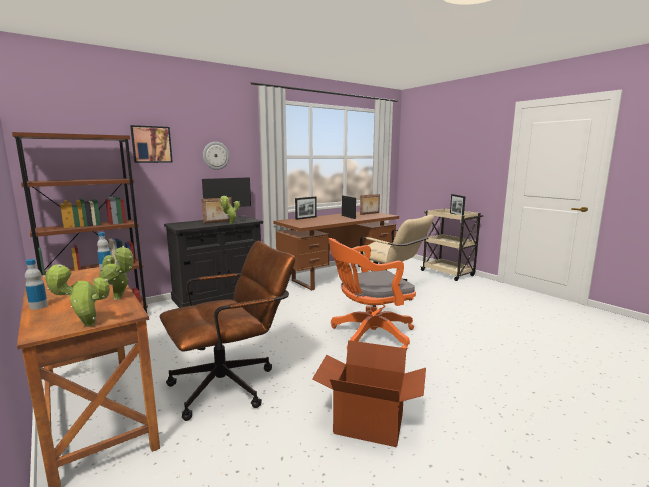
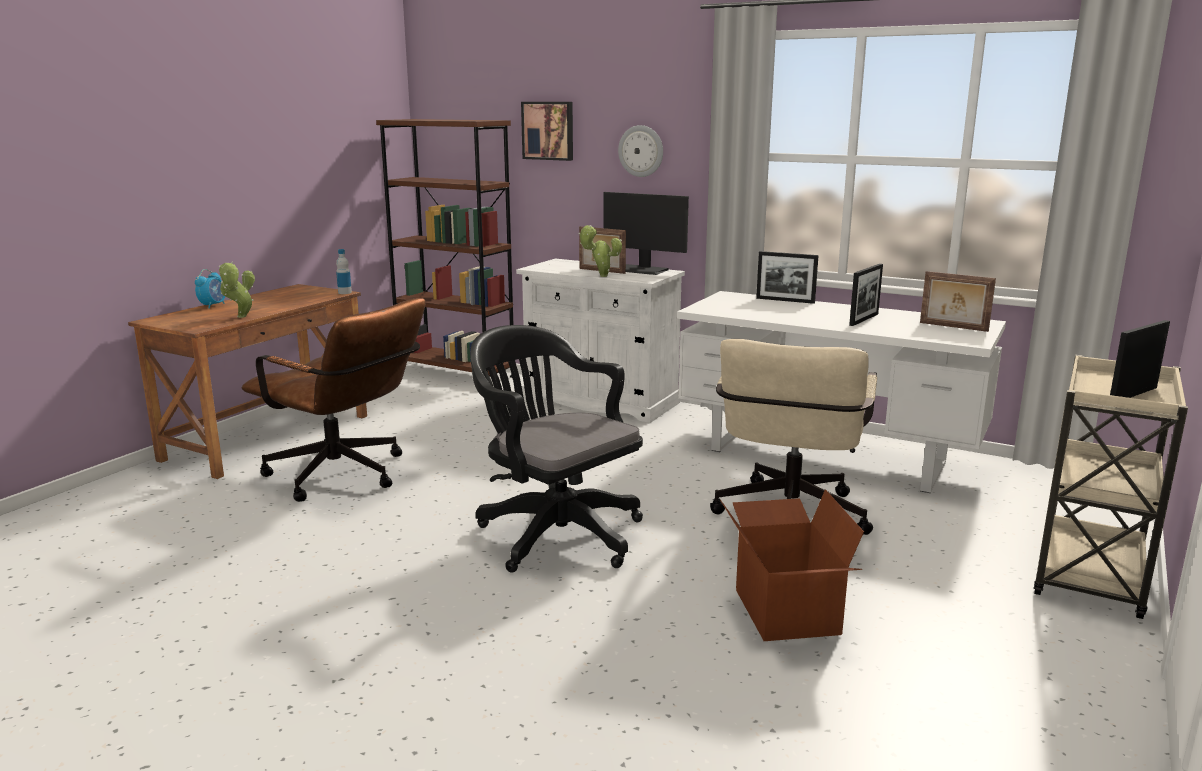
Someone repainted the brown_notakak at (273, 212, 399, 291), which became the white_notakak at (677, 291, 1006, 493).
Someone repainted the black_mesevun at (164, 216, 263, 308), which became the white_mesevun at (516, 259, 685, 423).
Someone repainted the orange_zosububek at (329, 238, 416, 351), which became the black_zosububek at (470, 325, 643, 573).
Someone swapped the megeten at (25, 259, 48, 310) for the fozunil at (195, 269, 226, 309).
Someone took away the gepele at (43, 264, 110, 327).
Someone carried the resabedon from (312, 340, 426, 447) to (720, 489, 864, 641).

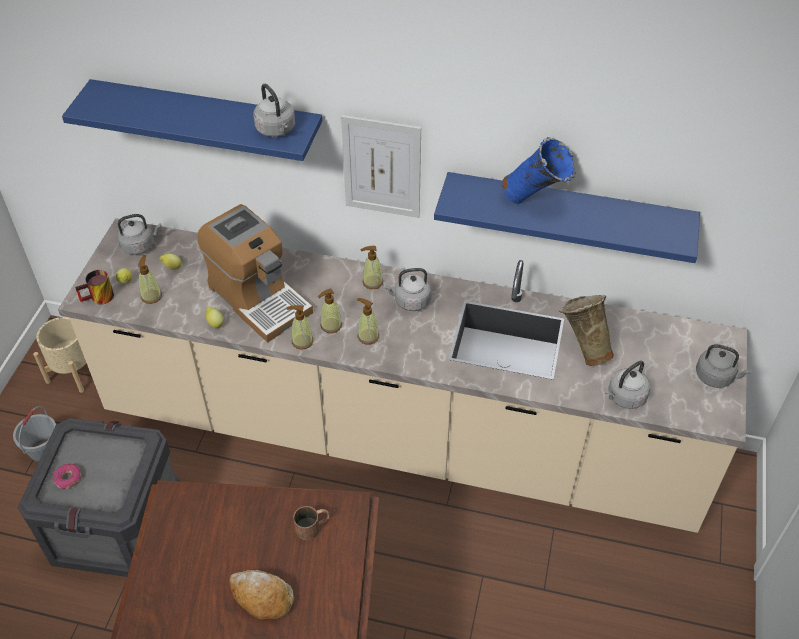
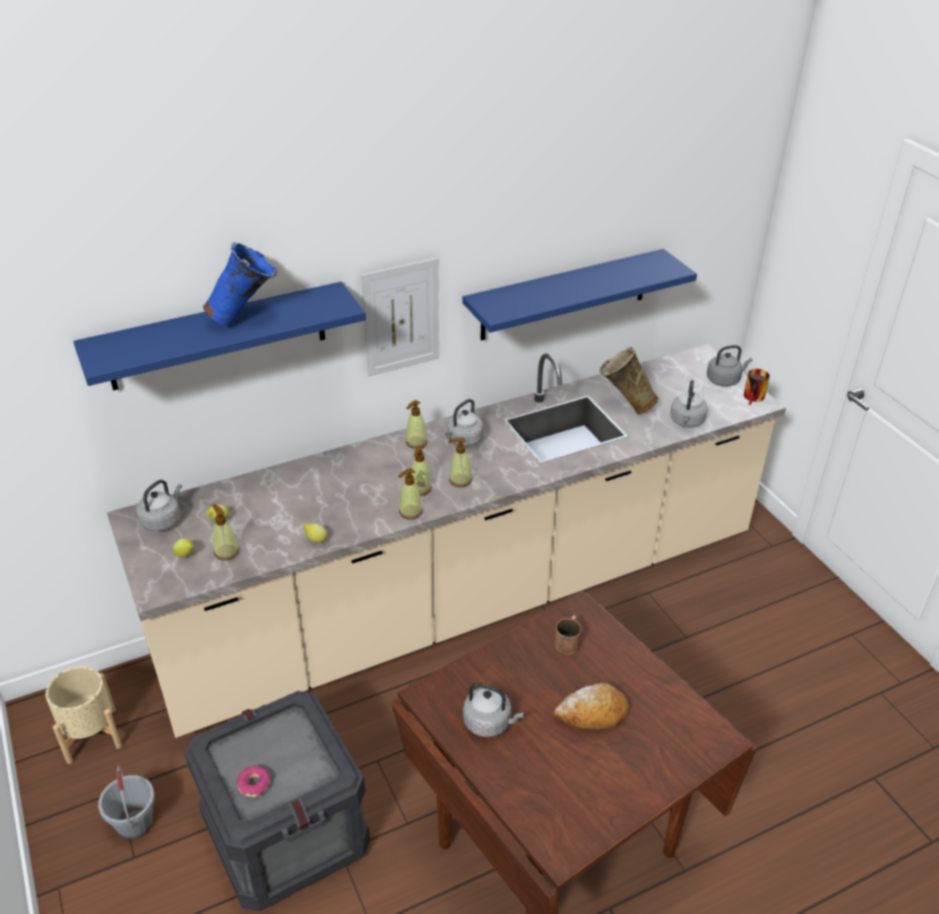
Someone carried the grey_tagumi from (254, 83, 295, 137) to (463, 683, 524, 737).
Someone carried the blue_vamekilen from (502, 137, 576, 204) to (203, 242, 277, 327).
Someone took away the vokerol at (197, 204, 313, 343).
Someone carried the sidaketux from (75, 270, 114, 304) to (744, 369, 770, 405).

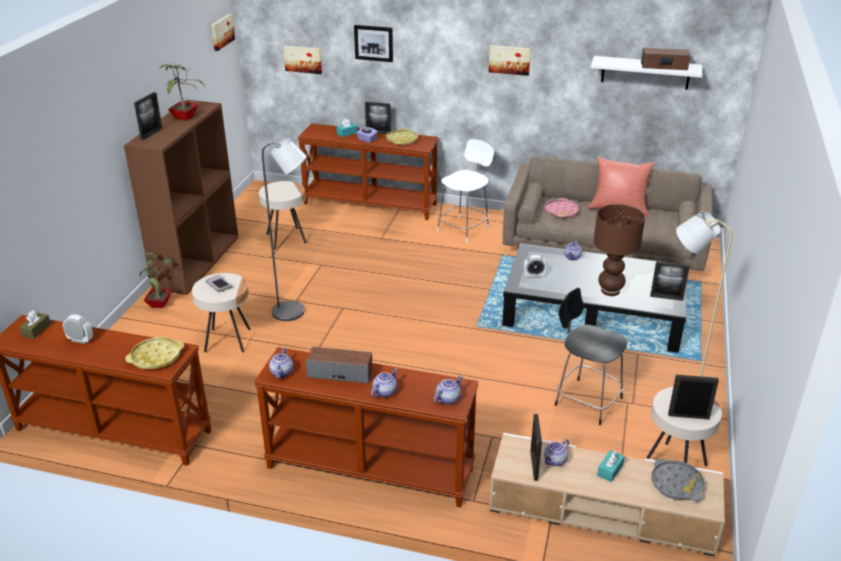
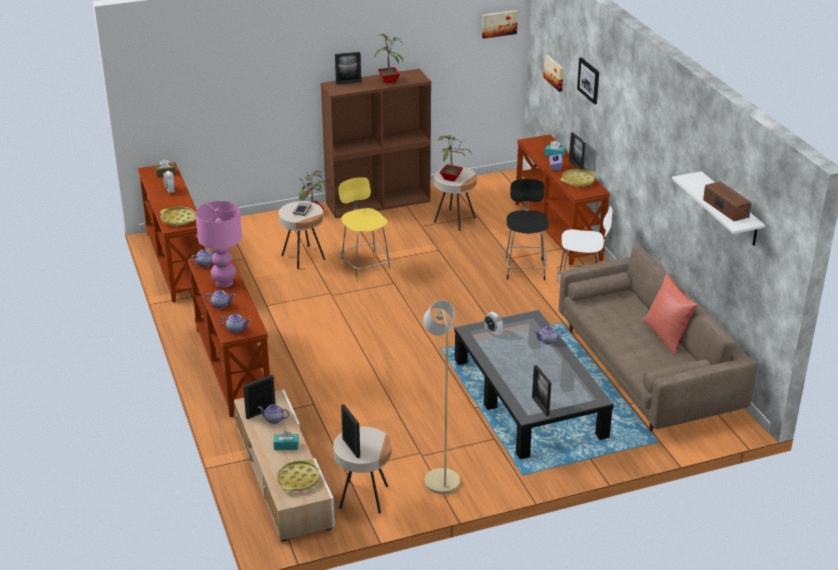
Someone took away the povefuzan at (489, 45, 531, 76).
Someone swapped the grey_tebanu at (262, 138, 307, 321) for the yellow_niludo at (338, 177, 391, 282).
Someone took away the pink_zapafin at (545, 198, 579, 218).
Someone took away the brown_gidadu at (594, 204, 645, 296).
Someone carried the black_niludo from (555, 288, 627, 425) to (504, 179, 549, 280).
Someone swapped the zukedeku at (306, 347, 373, 384) for the pink_gidadu at (195, 201, 242, 288).
Someone repainted the grey_zapafin at (652, 459, 705, 501), which became the yellow_zapafin at (277, 459, 320, 491).
Someone put down the gepele at (437, 135, 472, 182).

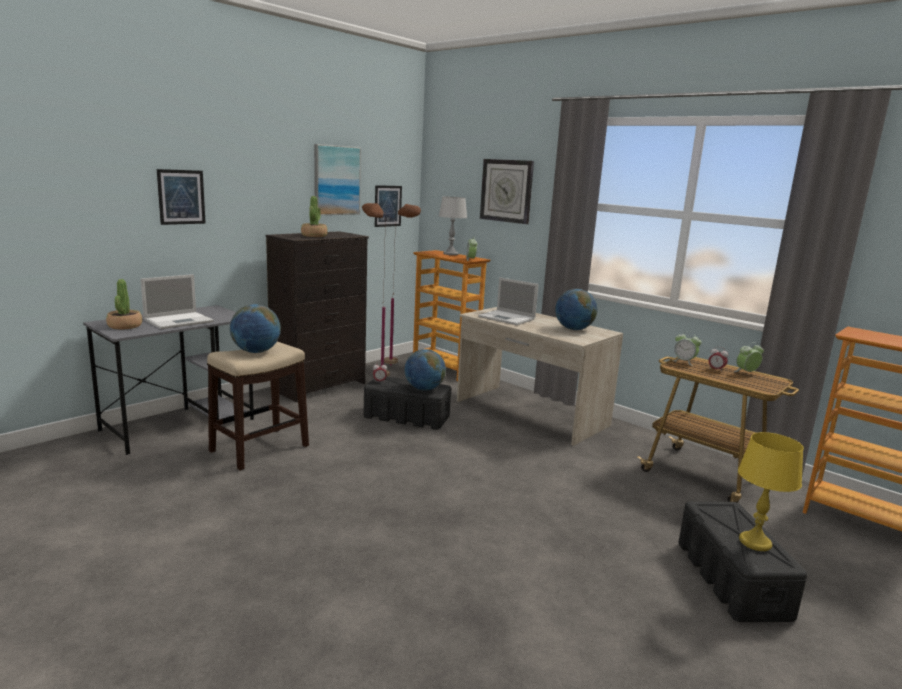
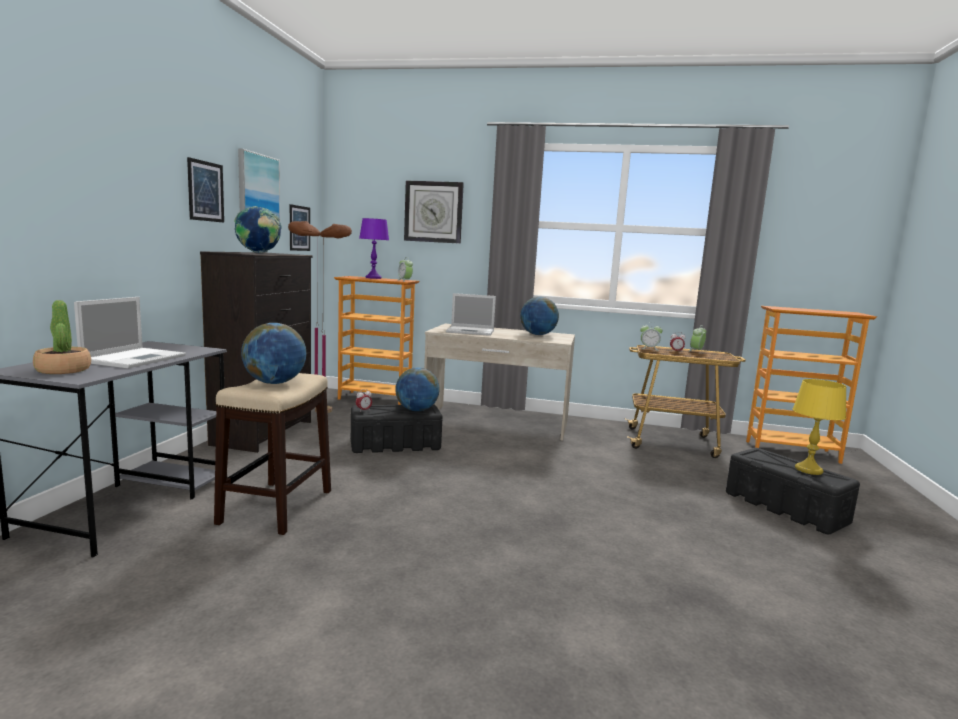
Someone carried the povefuzan from (157, 169, 206, 225) to (187, 157, 224, 222).
Someone swapped the gepele at (301, 196, 328, 237) for the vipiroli at (234, 206, 282, 253).
Someone repainted the grey_gidadu at (439, 197, 467, 255), which became the purple_gidadu at (359, 218, 389, 279).

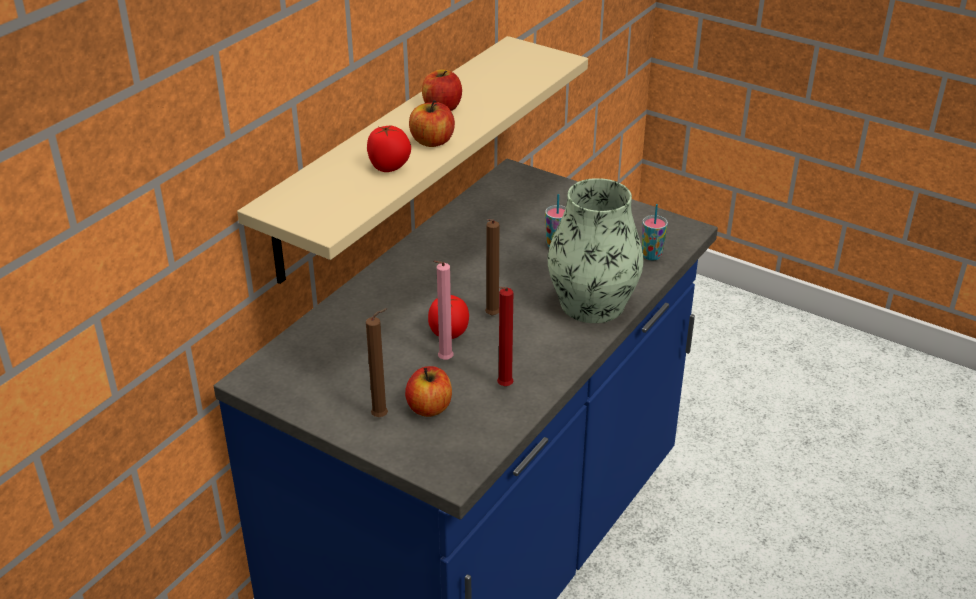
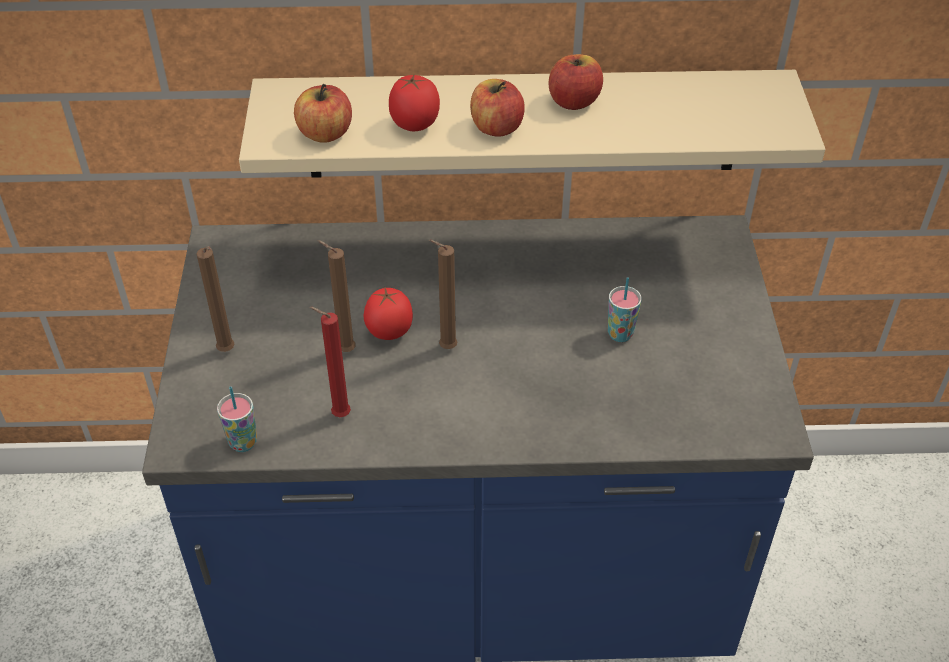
Someone took away the vamekilen at (547, 178, 644, 323).
Someone carried the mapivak from (642, 204, 668, 260) to (217, 386, 257, 452).
Someone repainted the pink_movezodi at (434, 261, 453, 360), which became the brown_movezodi at (317, 240, 356, 352).
Someone carried the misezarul from (405, 366, 452, 417) to (294, 84, 352, 143).

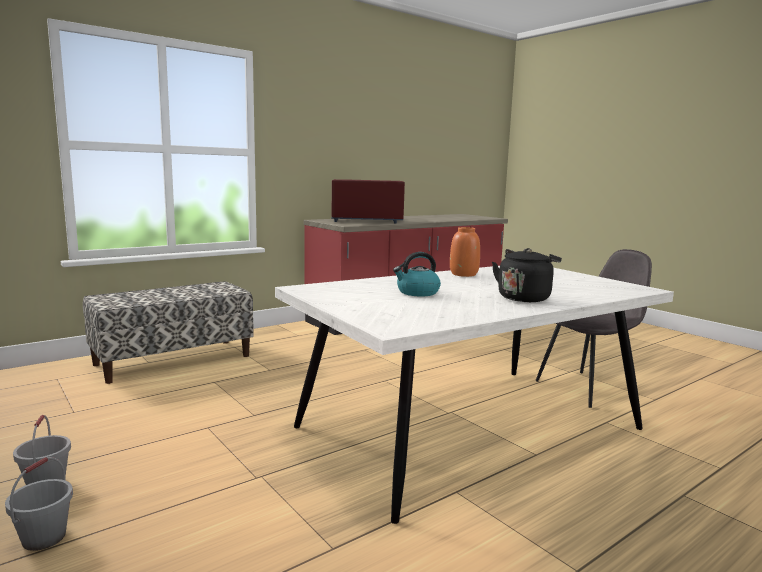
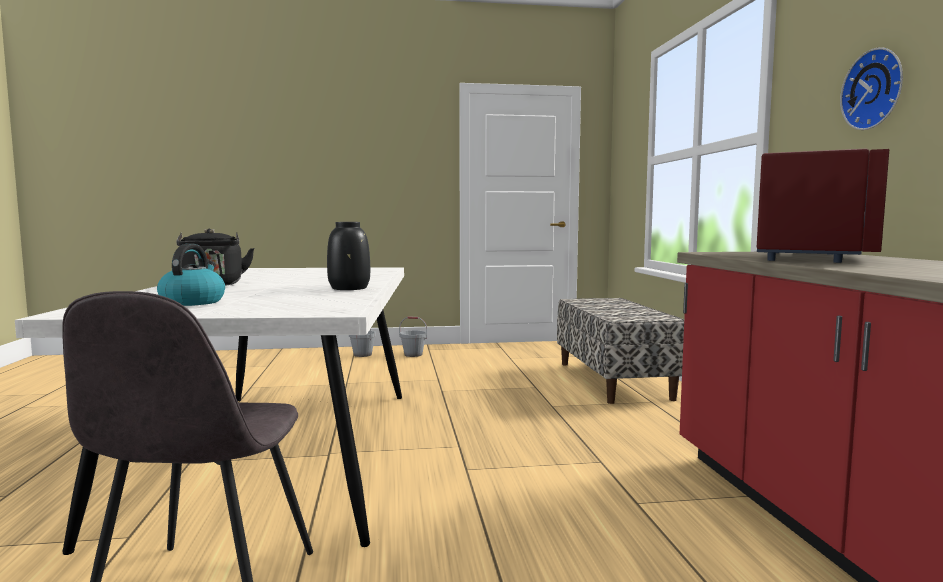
Someone repainted the orange_vamekilen at (450, 227, 480, 277), which became the black_vamekilen at (327, 222, 370, 290).
Someone carried the tagumi from (393, 252, 441, 296) to (157, 243, 225, 306).
Someone put up the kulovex at (840, 47, 903, 130).

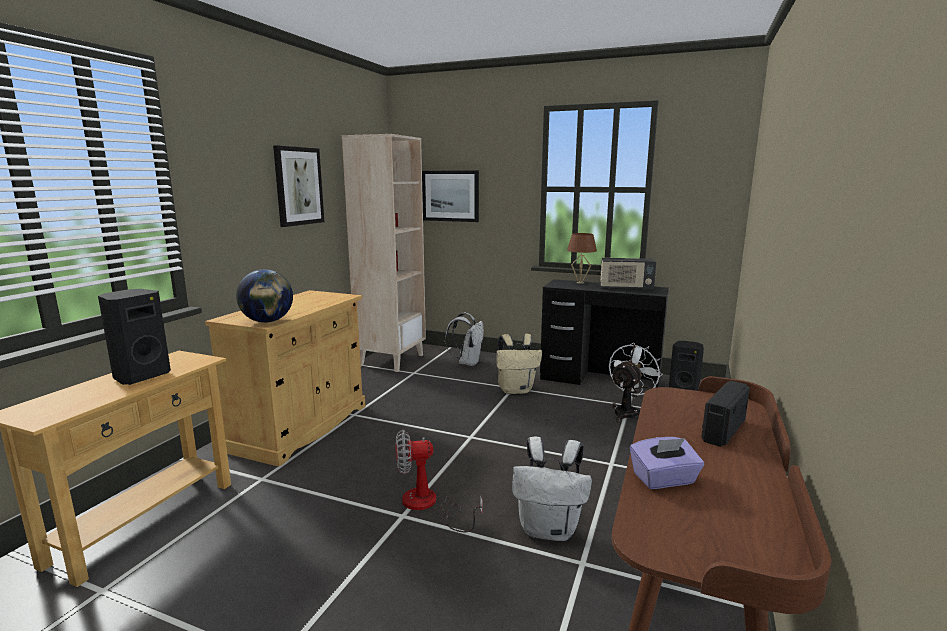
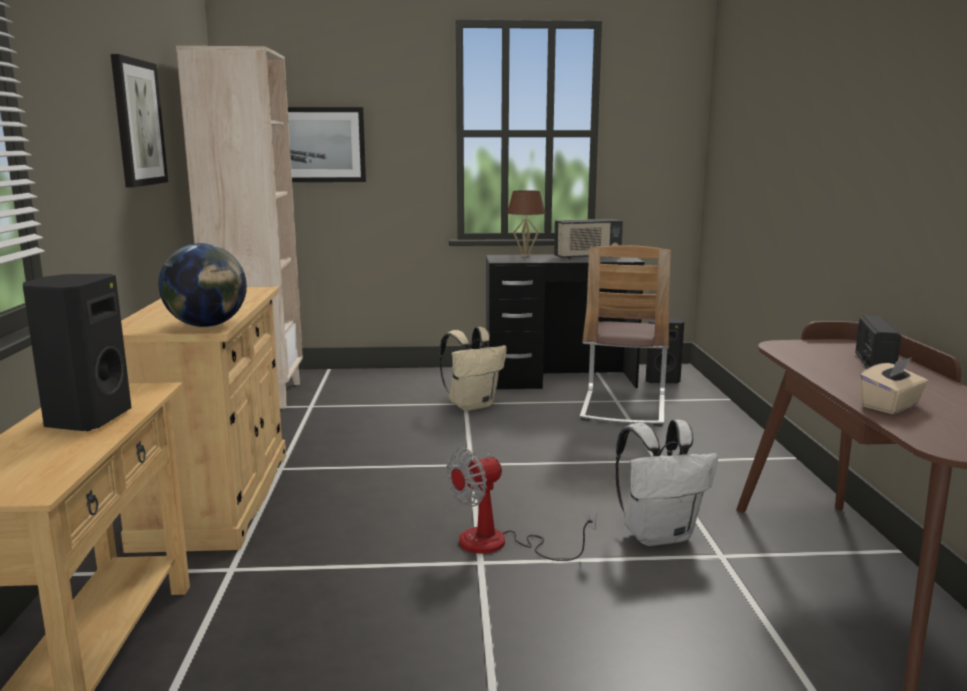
Someone took away the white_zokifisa at (445, 313, 484, 366).
Someone swapped the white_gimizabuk at (609, 342, 663, 422) for the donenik at (579, 245, 671, 426).
Someone repainted the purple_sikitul at (630, 437, 704, 489), which became the beige_sikitul at (859, 357, 928, 414).

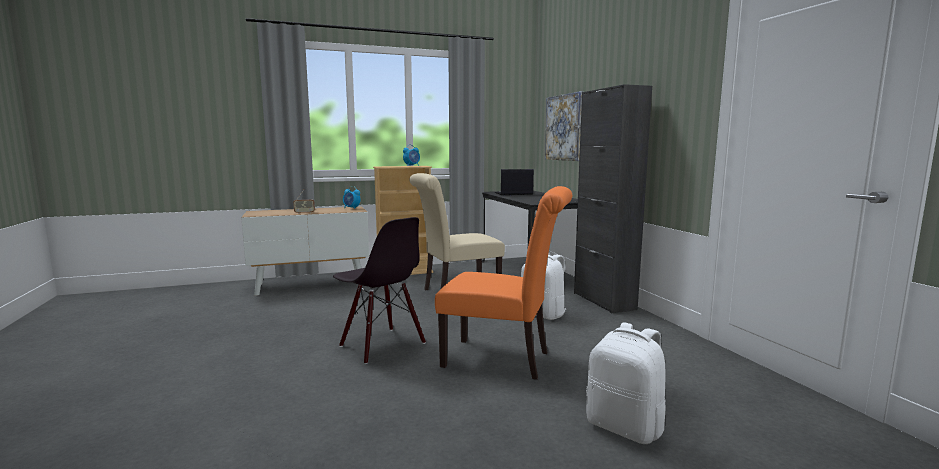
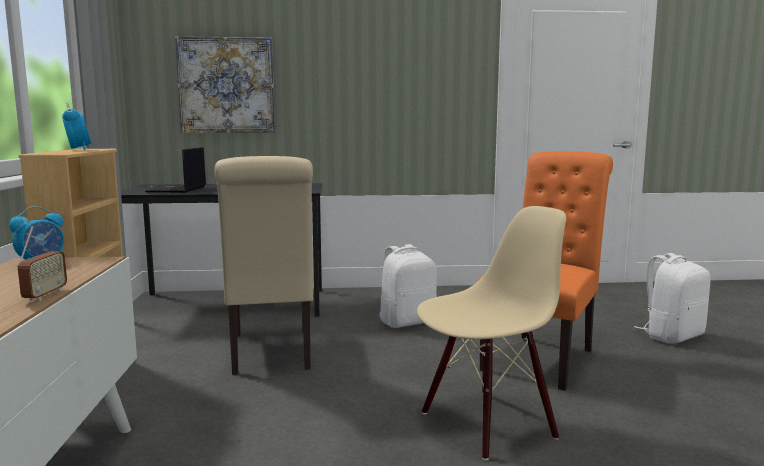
Someone took away the black_mesevun at (574, 84, 652, 313).
Someone repainted the black_donenik at (333, 217, 426, 364), which became the beige_donenik at (417, 206, 566, 460).

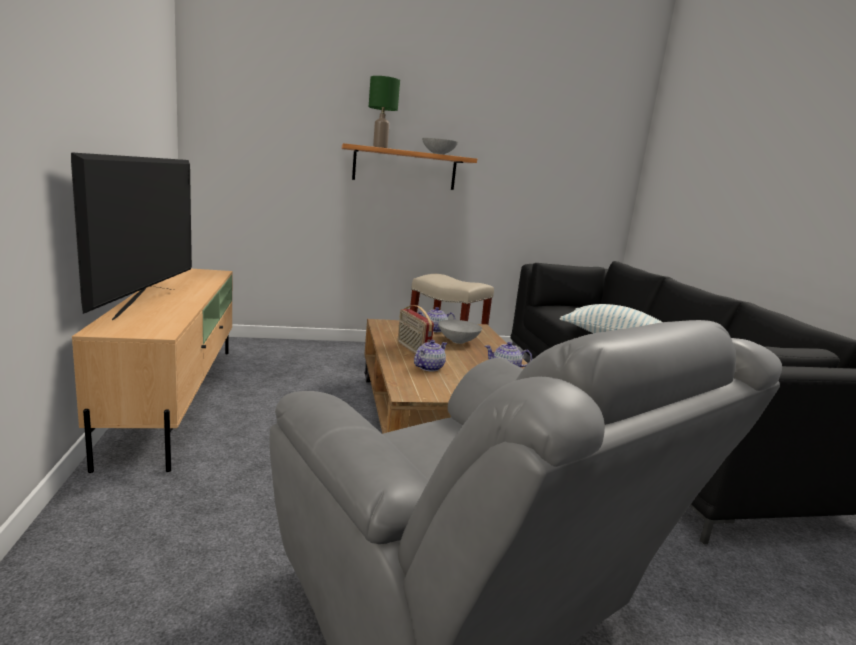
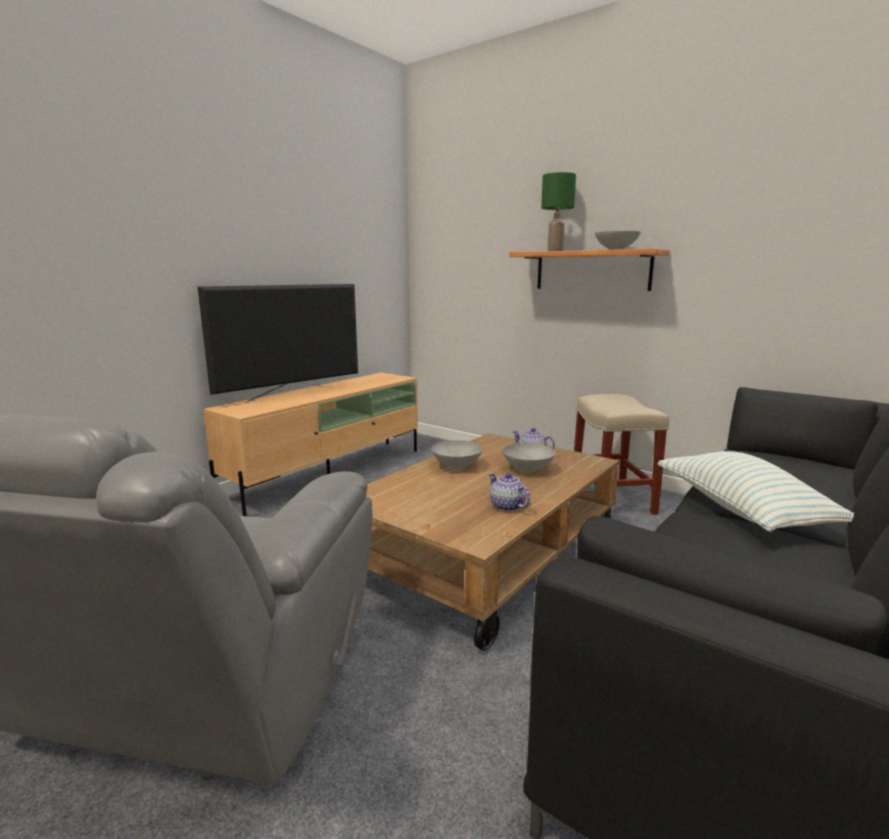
Someone swapped the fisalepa at (398, 305, 434, 354) for the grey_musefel at (431, 440, 483, 469).
Someone took away the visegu at (414, 340, 447, 372).

